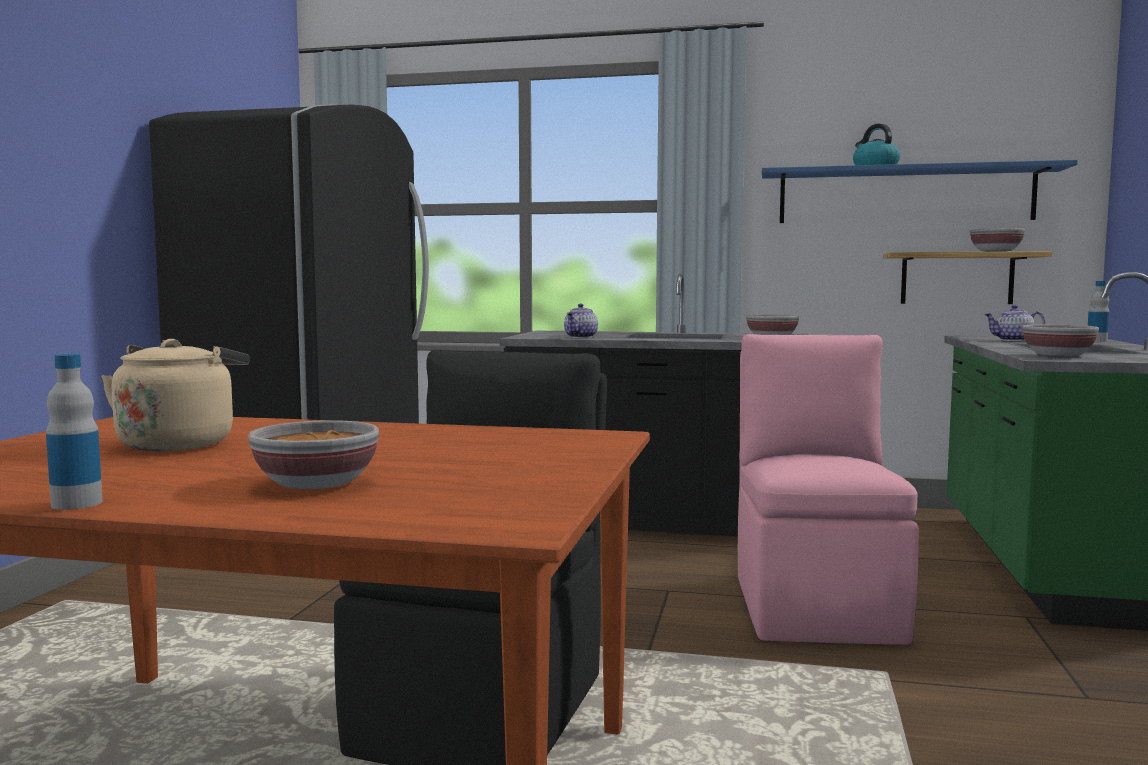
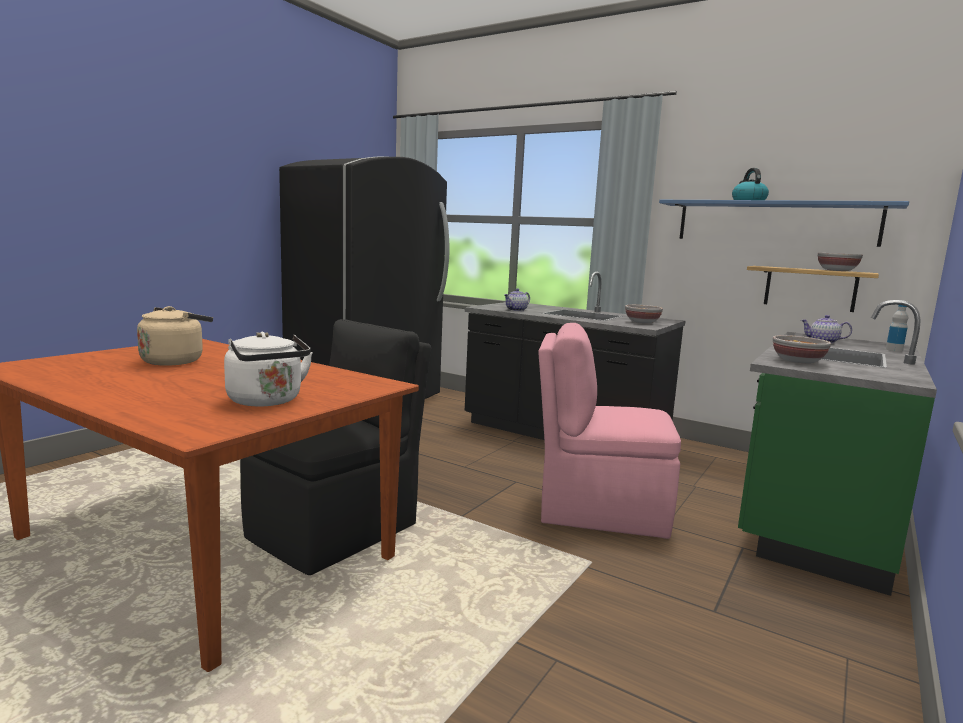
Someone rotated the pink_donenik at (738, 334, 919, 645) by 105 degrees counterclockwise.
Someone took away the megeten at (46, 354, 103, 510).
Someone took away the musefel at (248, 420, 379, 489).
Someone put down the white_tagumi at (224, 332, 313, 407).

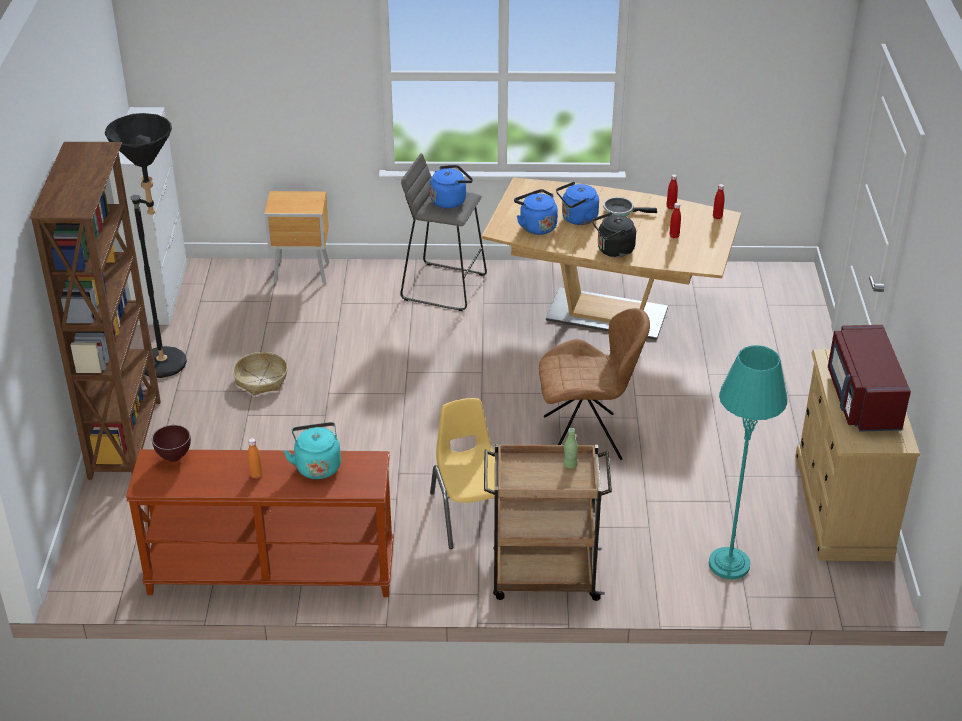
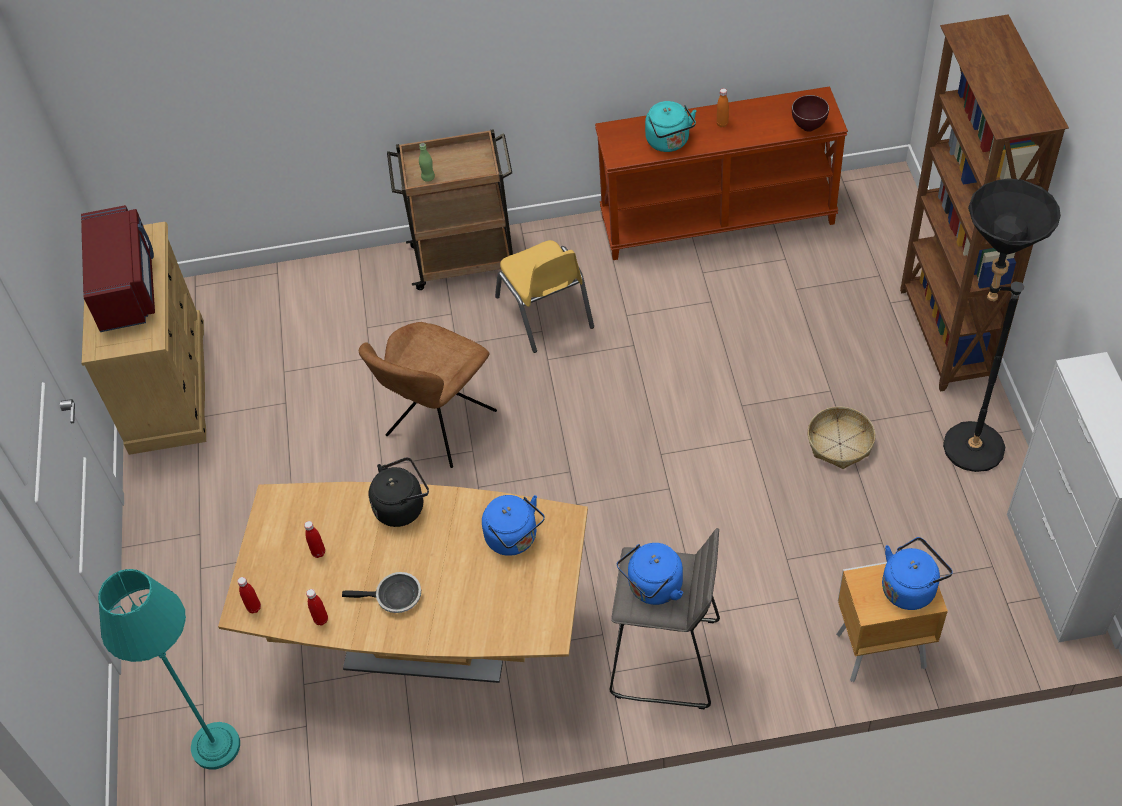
Someone carried the blue_tagumi from (556, 182, 599, 225) to (882, 537, 953, 610).
Someone rotated the brown_donenik at (539, 308, 650, 460) by 45 degrees counterclockwise.
Someone carried the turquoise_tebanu from (709, 345, 788, 579) to (98, 569, 240, 769).

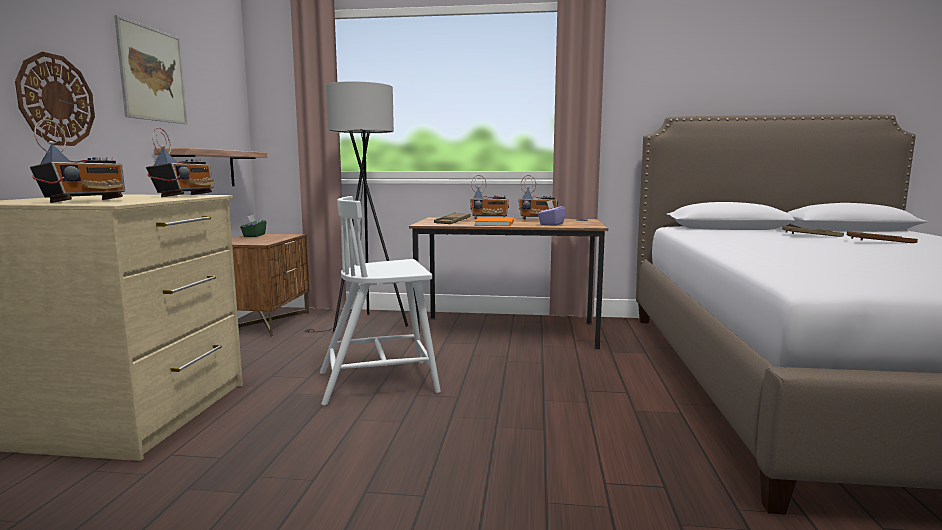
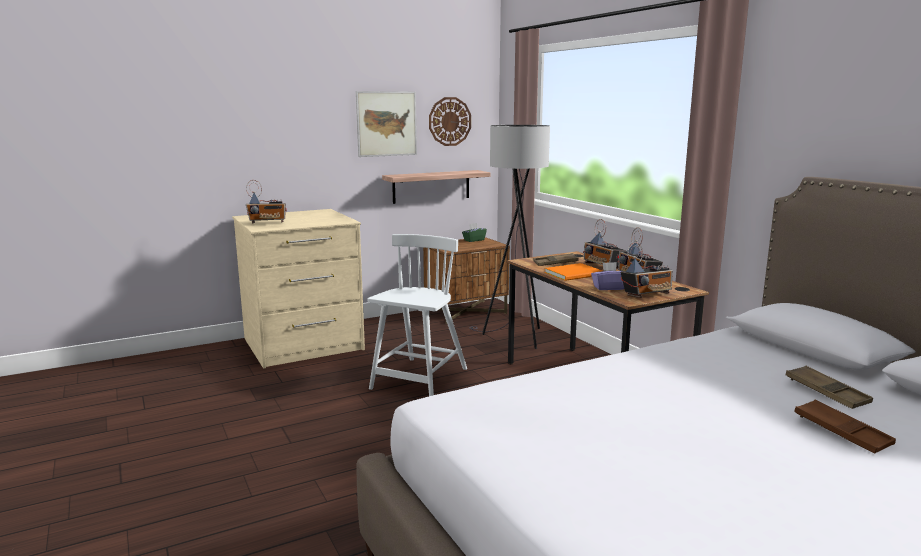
Someone carried the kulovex from (15, 52, 95, 146) to (429, 97, 471, 146).
Someone carried the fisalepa from (146, 127, 215, 197) to (620, 242, 673, 298).
Someone rotated the white_donenik at (320, 196, 441, 406) by 75 degrees clockwise.

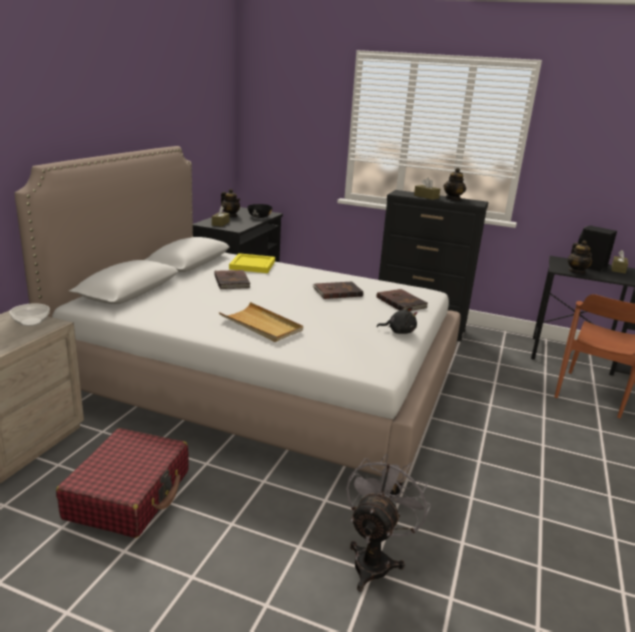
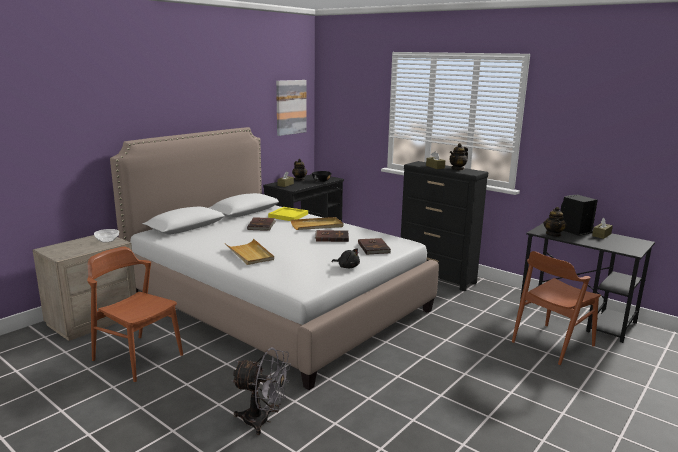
Someone swapped the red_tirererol at (56, 428, 189, 538) for the brown_donenik at (87, 247, 183, 382).
Someone rotated the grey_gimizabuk at (346, 454, 431, 592) by 60 degrees clockwise.
Someone put up the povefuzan at (276, 80, 307, 136).
Someone put down the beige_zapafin at (291, 217, 344, 230).

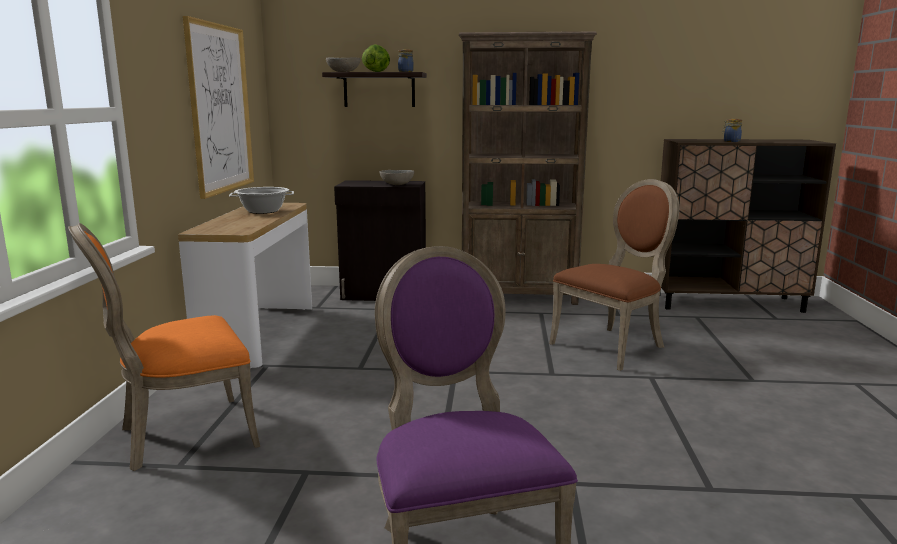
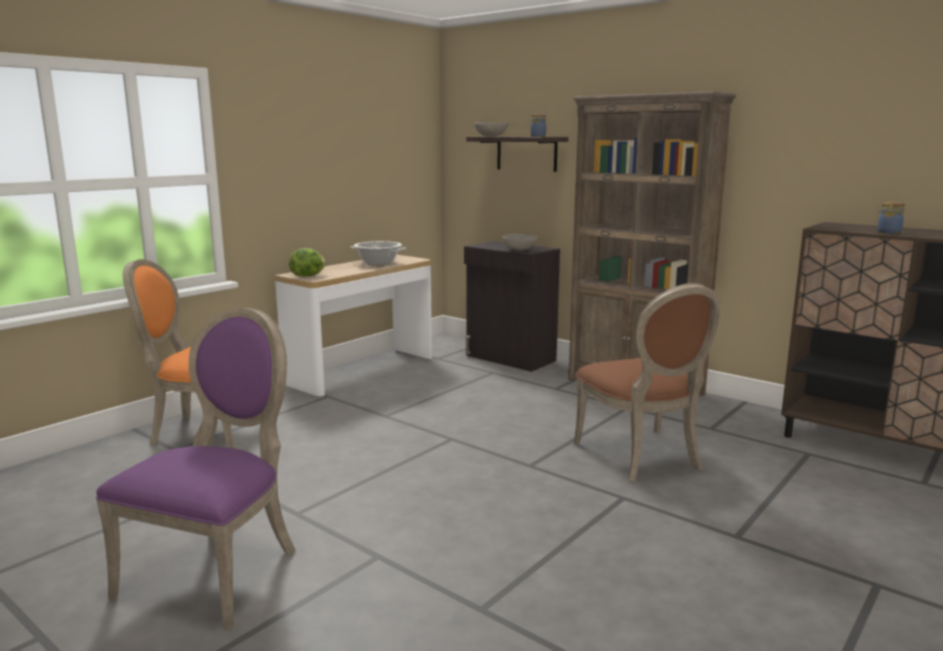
Someone took away the povefuzan at (183, 16, 254, 199).
Someone carried the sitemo from (362, 44, 390, 72) to (289, 248, 326, 277).
Someone rotated the brown_donenik at (549, 179, 679, 371) by 75 degrees clockwise.

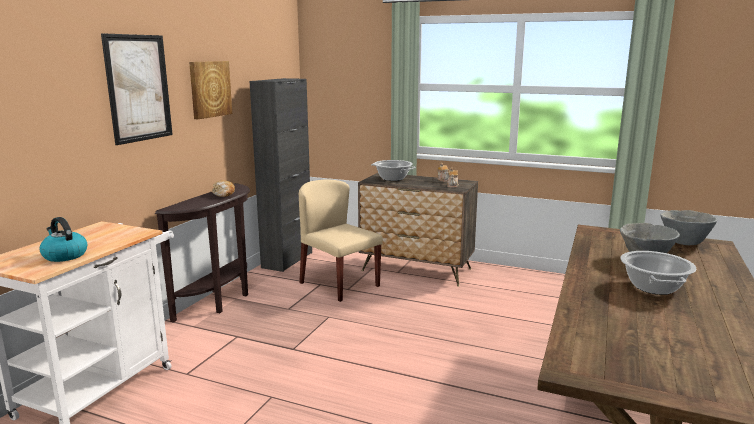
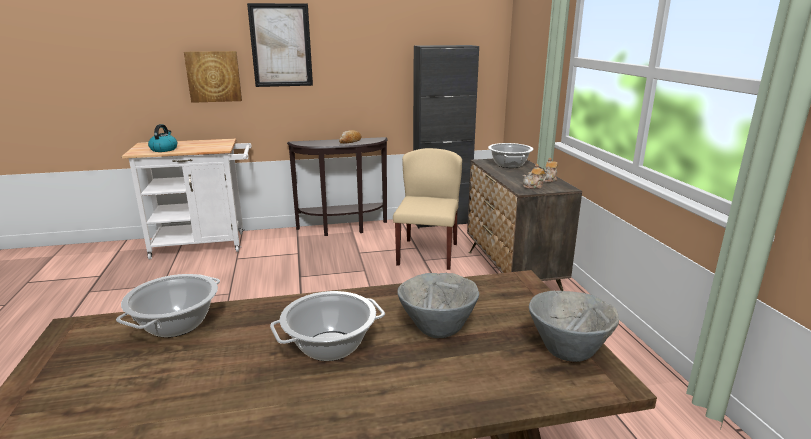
Someone carried the povefuzan from (189, 61, 232, 119) to (184, 51, 242, 103).
Someone put down the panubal at (116, 274, 220, 338).

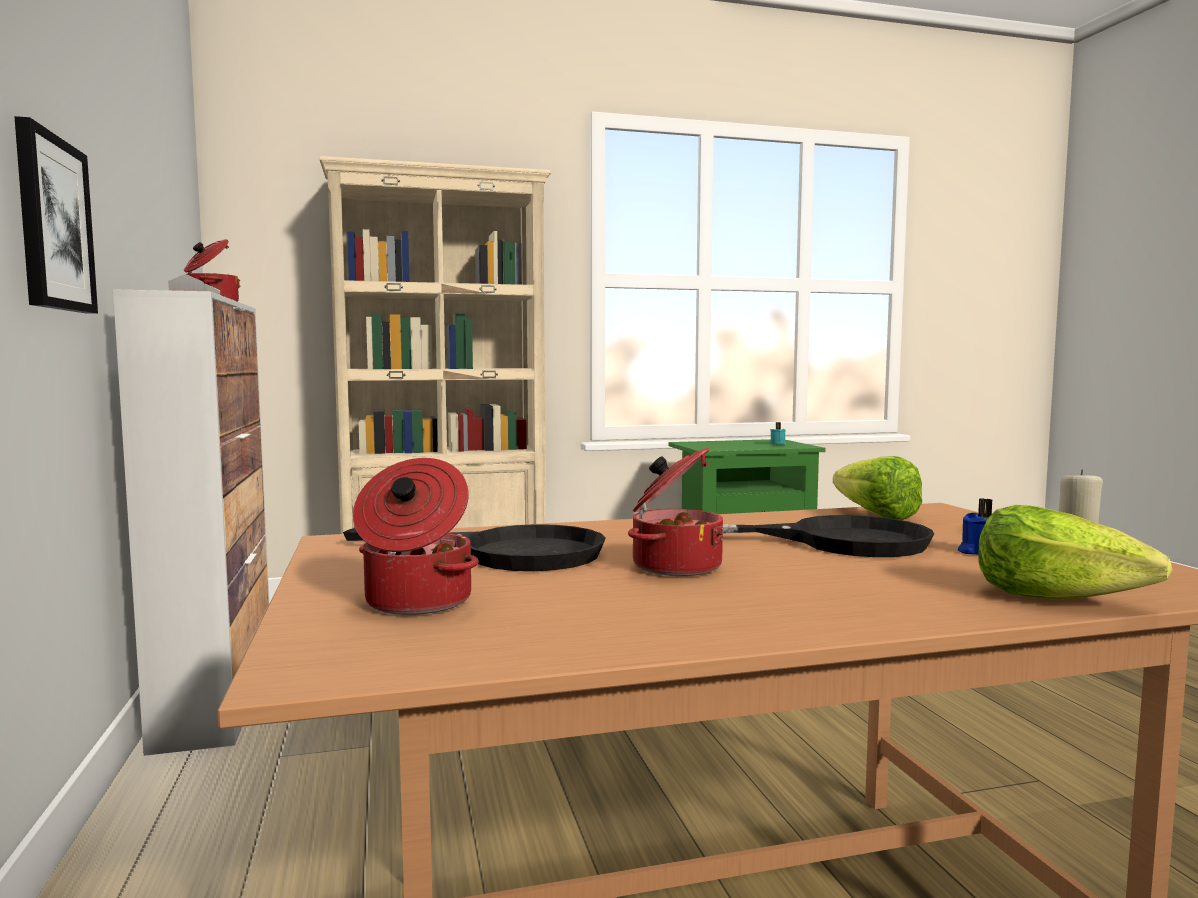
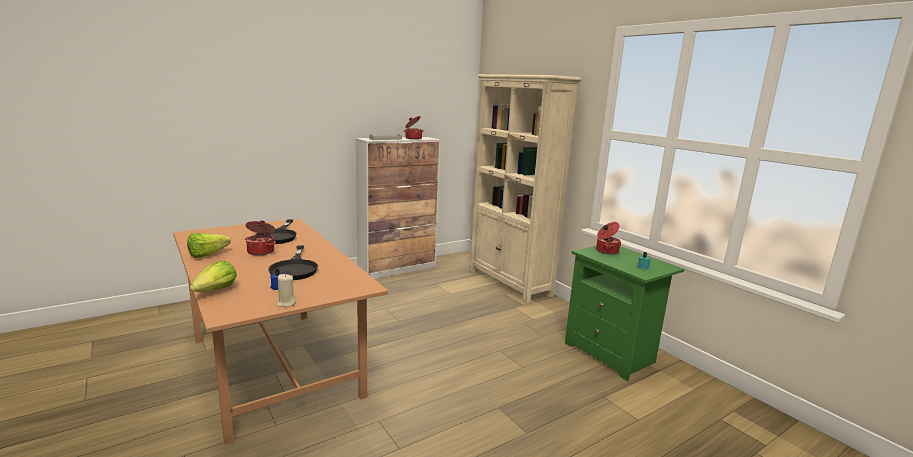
Someone took away the povefuzan at (14, 116, 98, 314).
Someone carried the sitemo from (833, 456, 922, 520) to (187, 233, 231, 258).
Someone carried the panubal from (353, 458, 479, 615) to (596, 222, 621, 254).

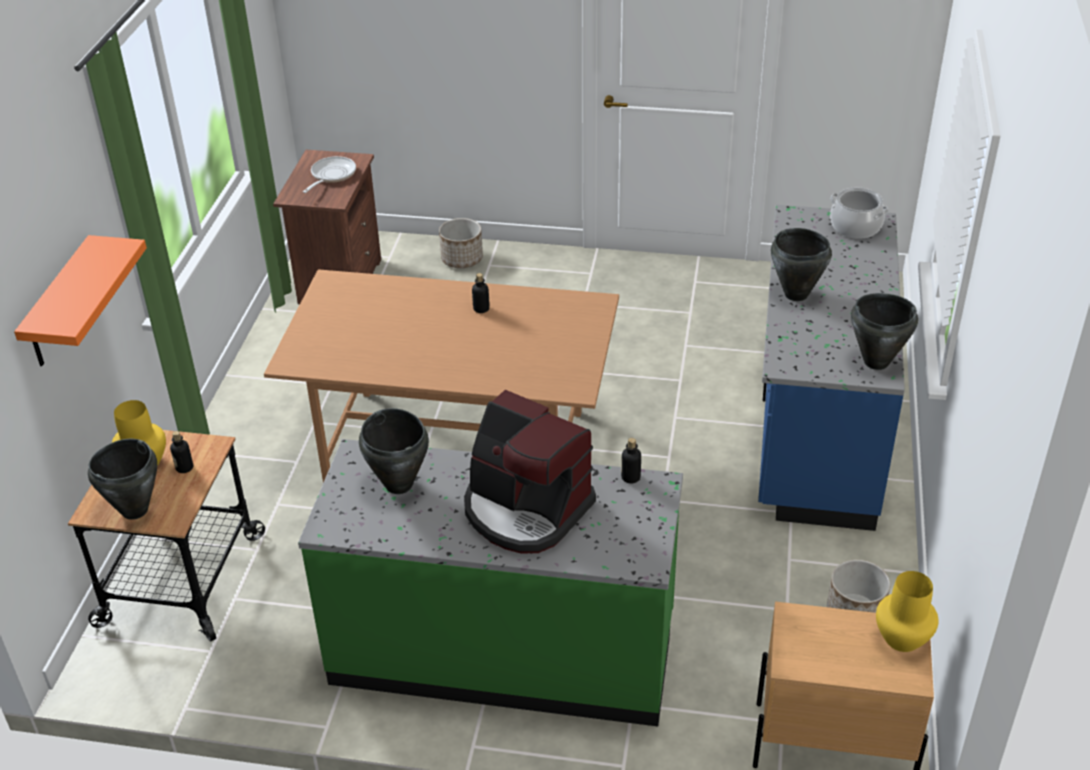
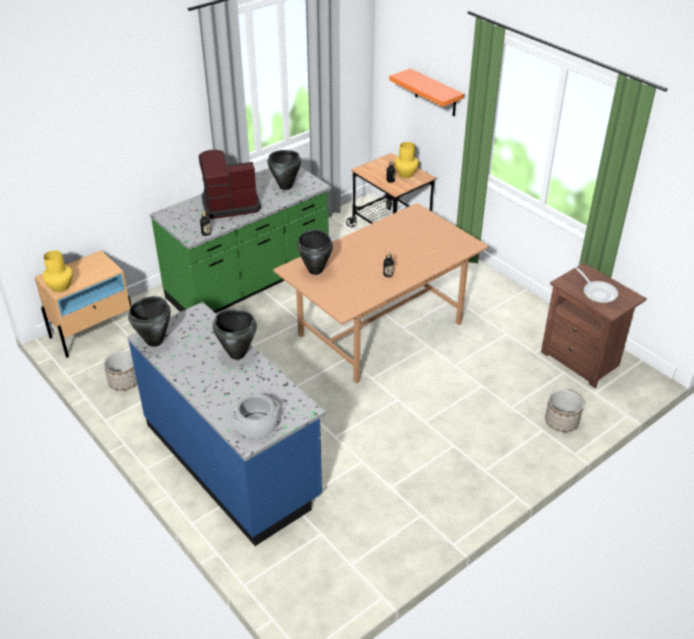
Someone carried the black_panubal from (88, 439, 157, 520) to (297, 229, 333, 275).

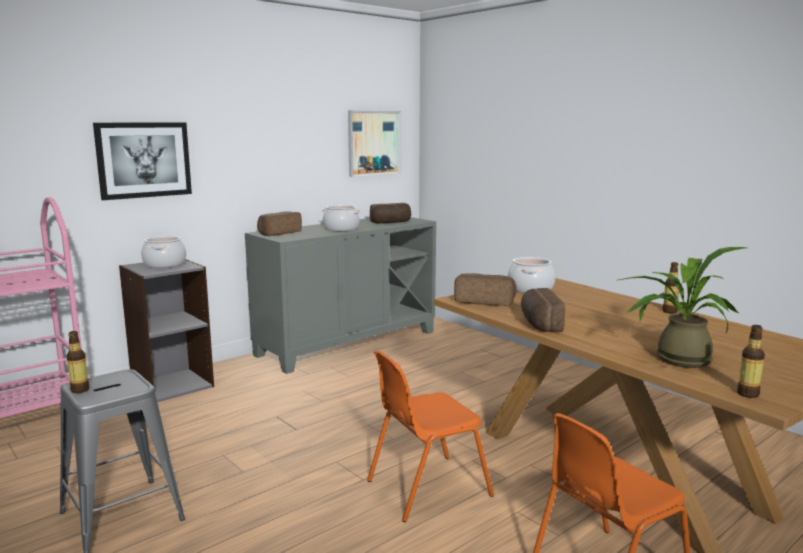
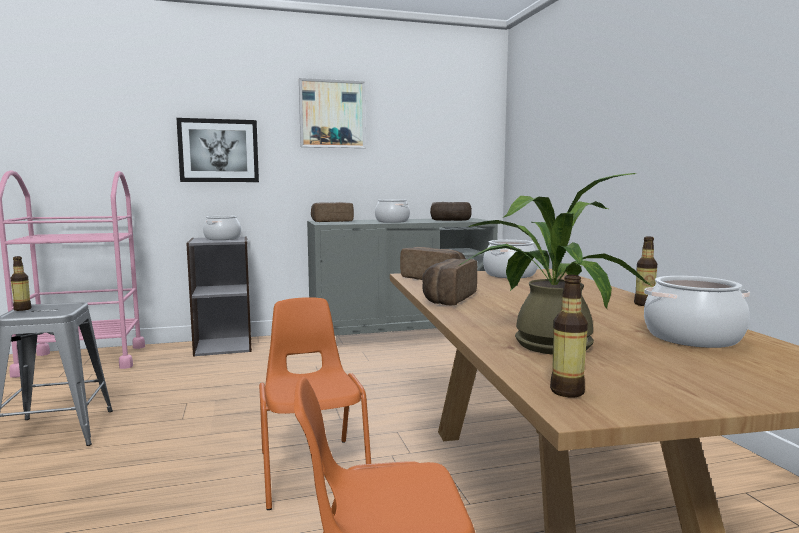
Someone carried the povefuzan from (348, 110, 401, 177) to (299, 78, 366, 148).
Someone rotated the orange_donenik at (367, 350, 494, 522) by 75 degrees clockwise.
Someone put down the panubal at (644, 276, 750, 348).

